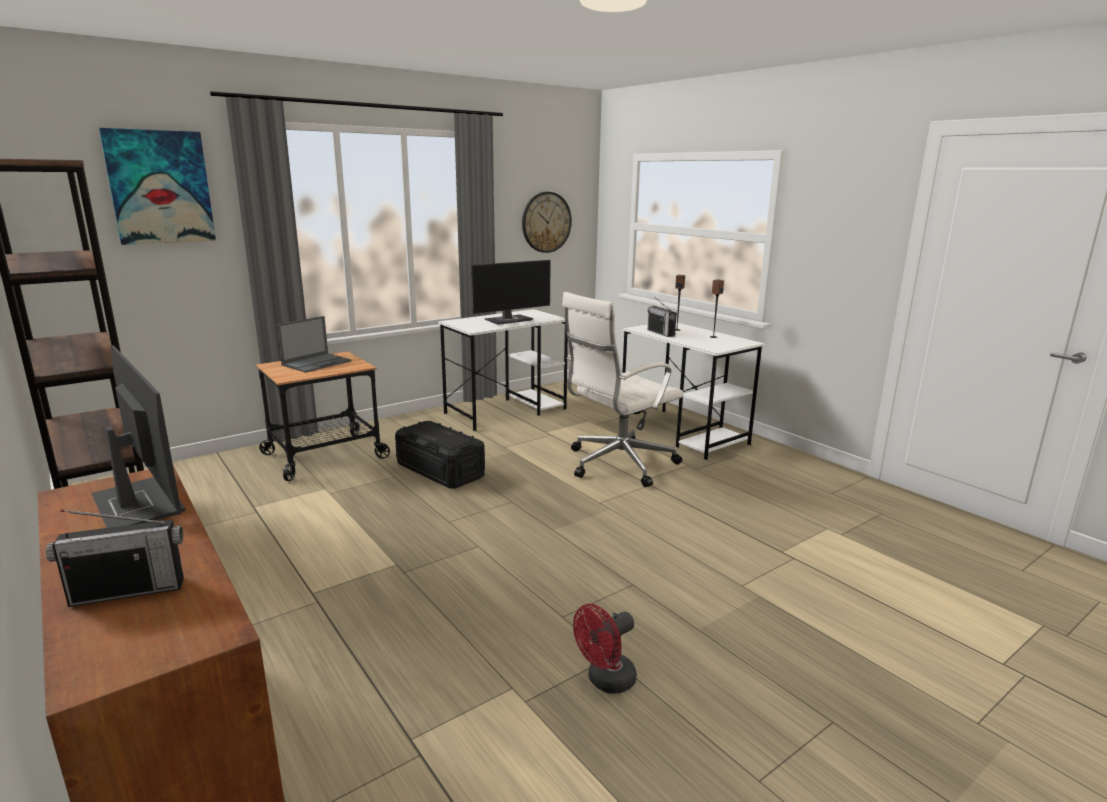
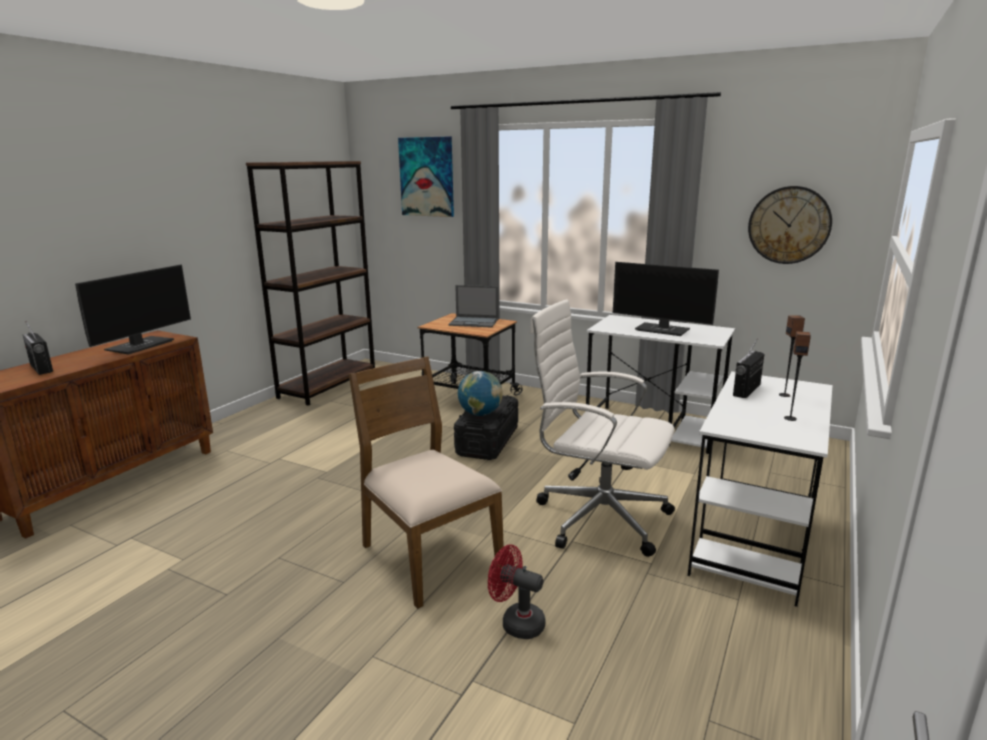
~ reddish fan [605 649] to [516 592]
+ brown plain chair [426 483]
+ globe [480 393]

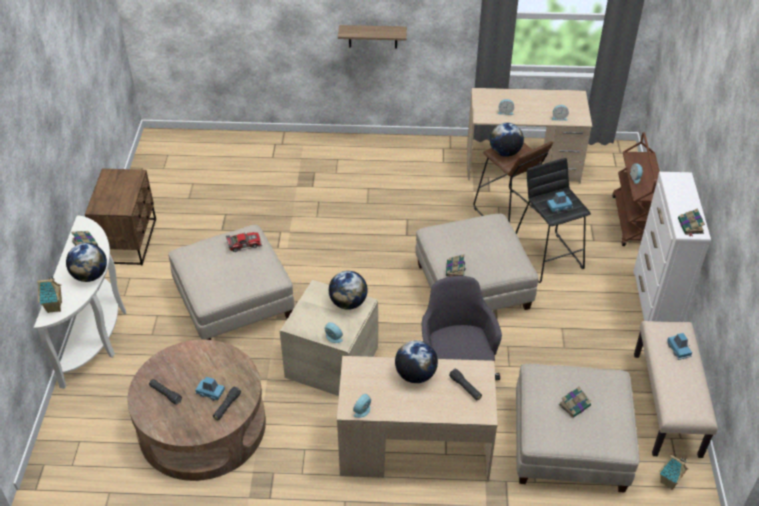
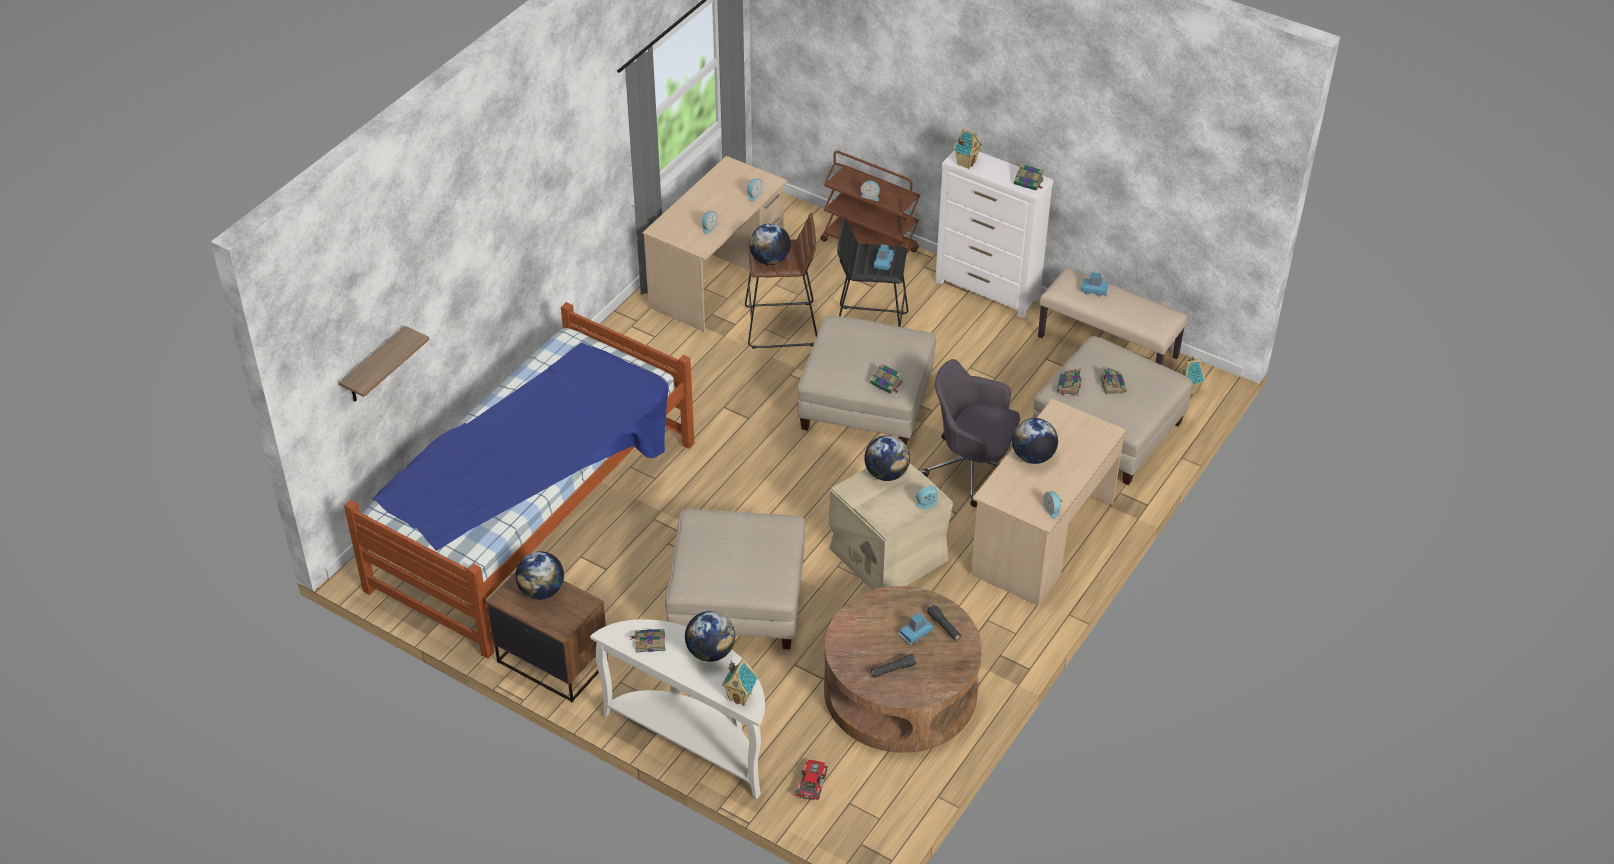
~ shelf [372 37] to [384 364]
~ toy car [244 242] to [811 780]
- black-coloured torch [465 384]
+ miniature house [967 148]
+ sleeping bed [519 480]
+ bound book [1069 382]
+ globe [539 575]

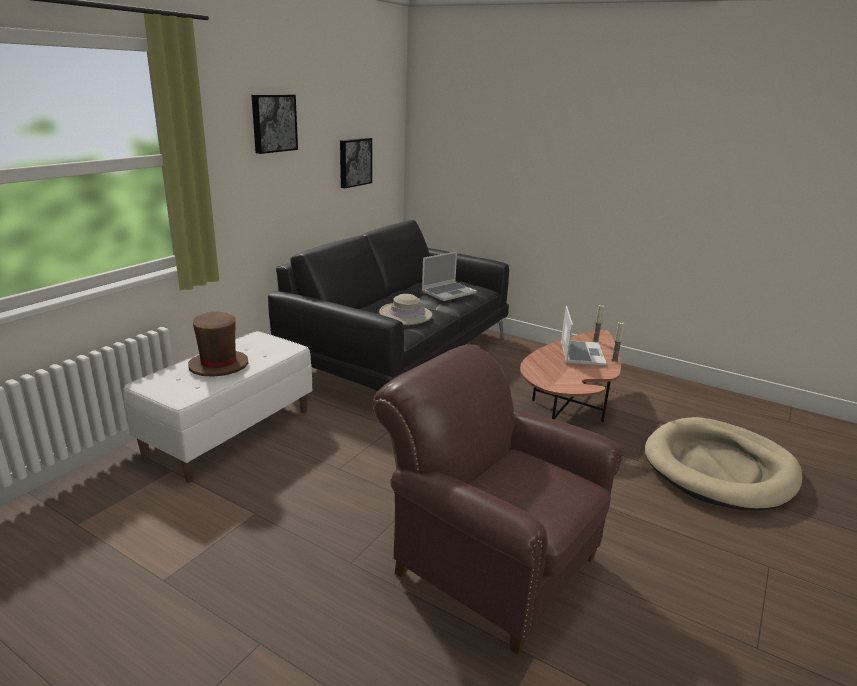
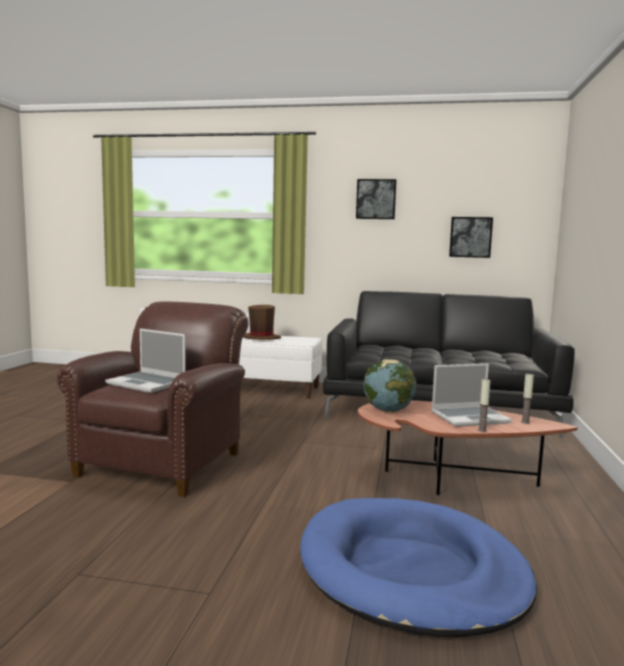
~ laptop [449 276] to [145 360]
- beige wearable hat [405 309]
~ beige dog bed [723 464] to bluish dog bed [418 568]
+ globe [390 385]

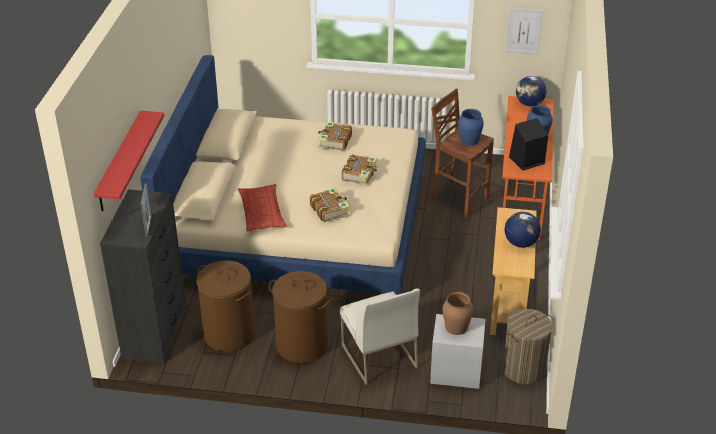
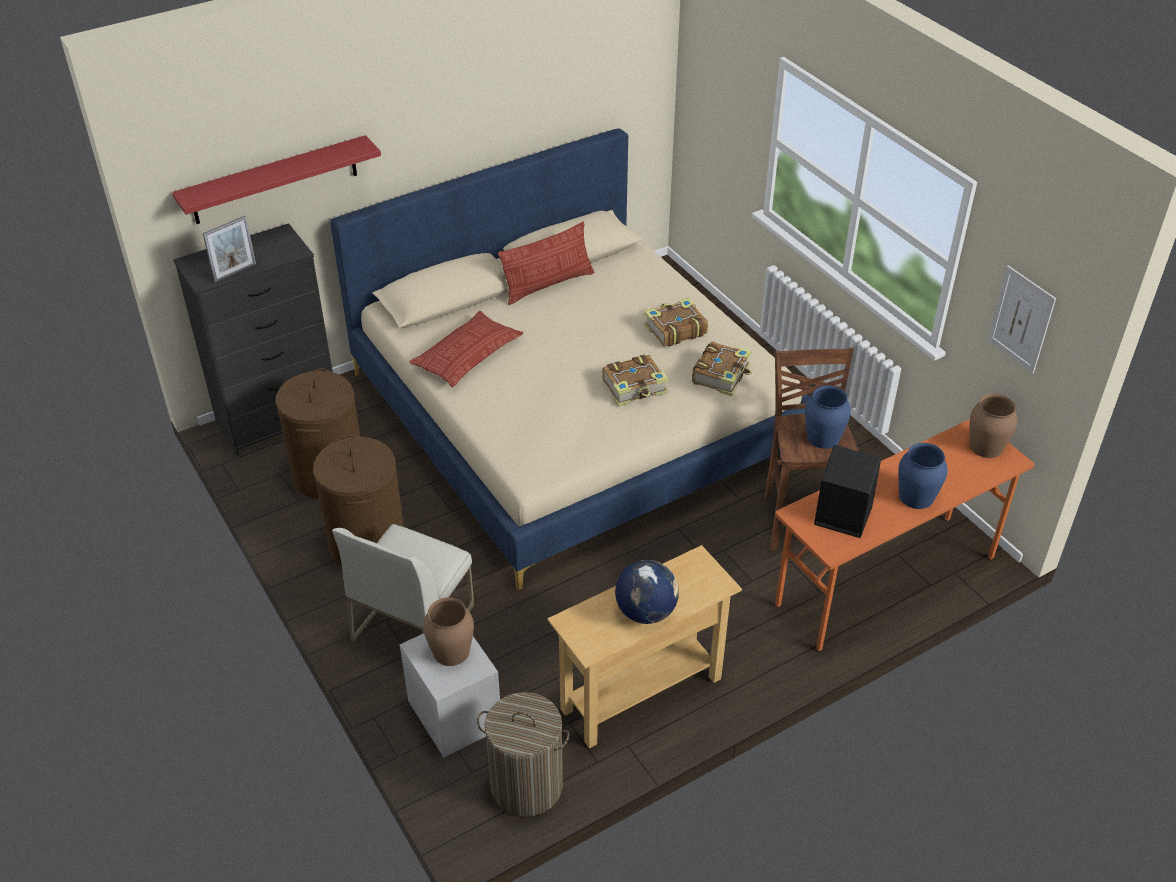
~ globe [531 91] to brown vase [993 426]
~ bound book [329 204] to [722 368]
+ pillow [546 263]

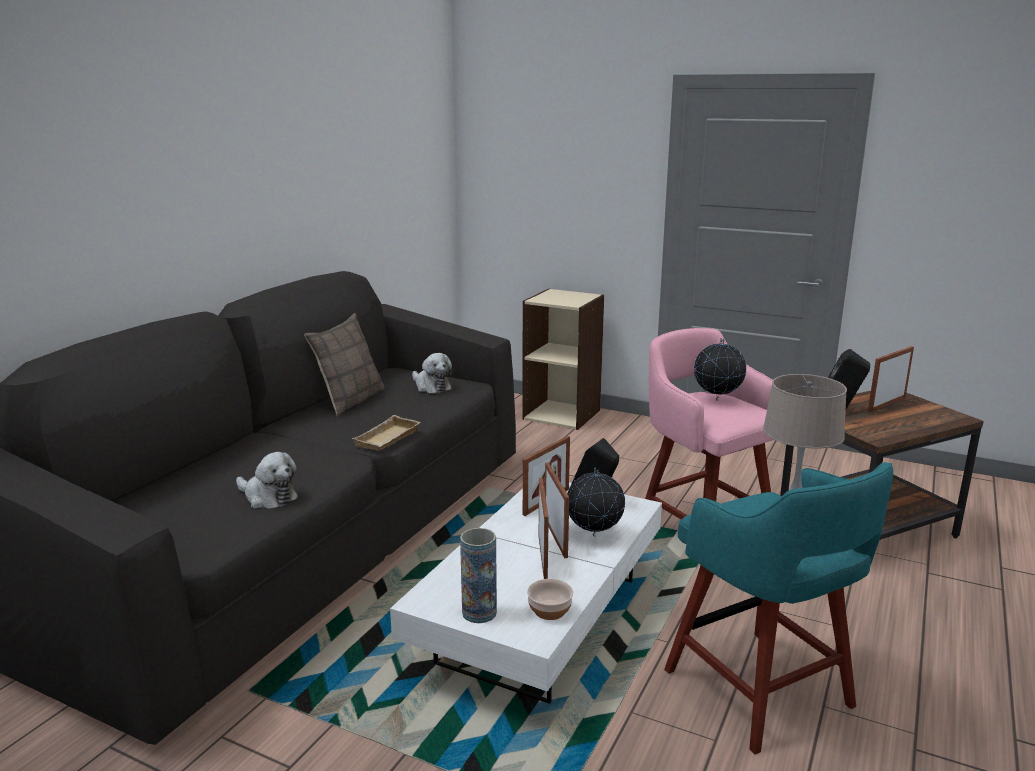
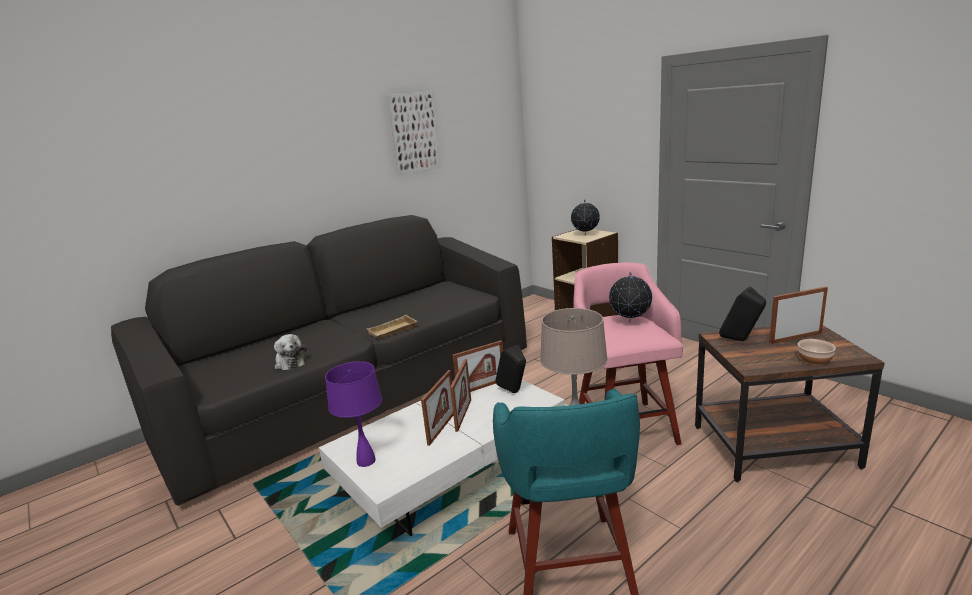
- pillow [344 364]
- soft toy [432 373]
~ globe [596 502] to [585 217]
~ vase [478 575] to purplish table lamp [353 414]
~ deep dish [550 599] to [817 352]
+ wall picture [414 133]

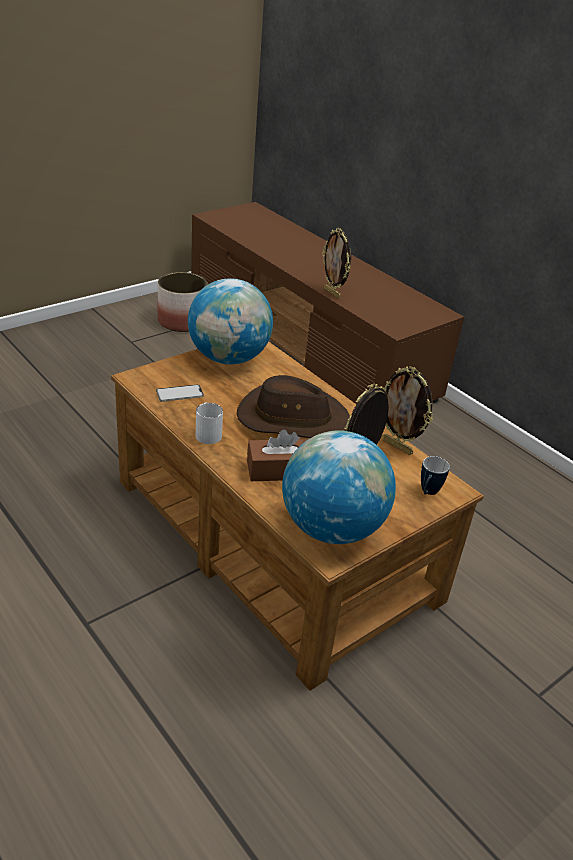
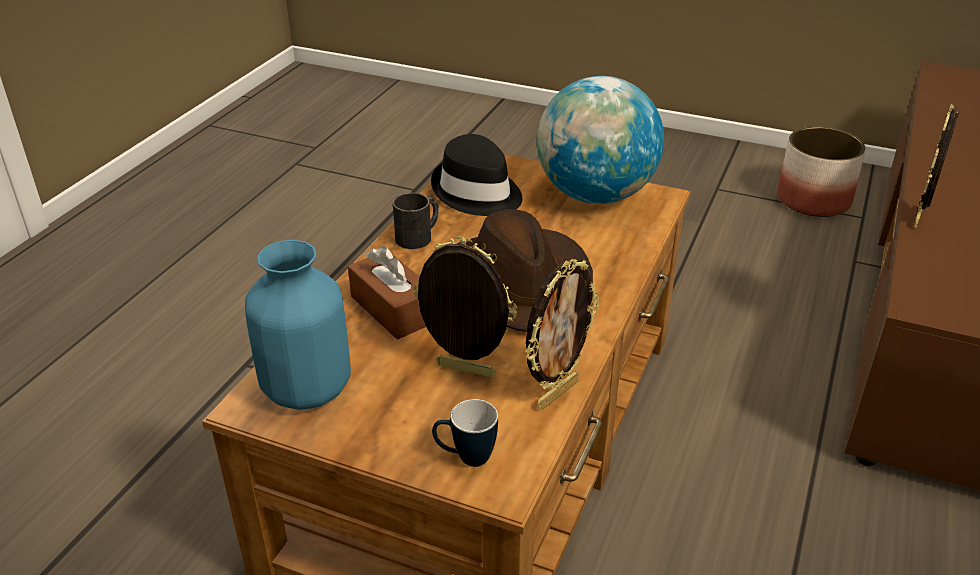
~ picture frame [407 410] = [562 334] 150 degrees counterclockwise
~ phone [180 393] to black-coloured wearable hat [476 175]
~ white coffee mug [209 423] to black-coloured coffee mug [416 221]
~ globe [339 487] to bluish vase [298 325]

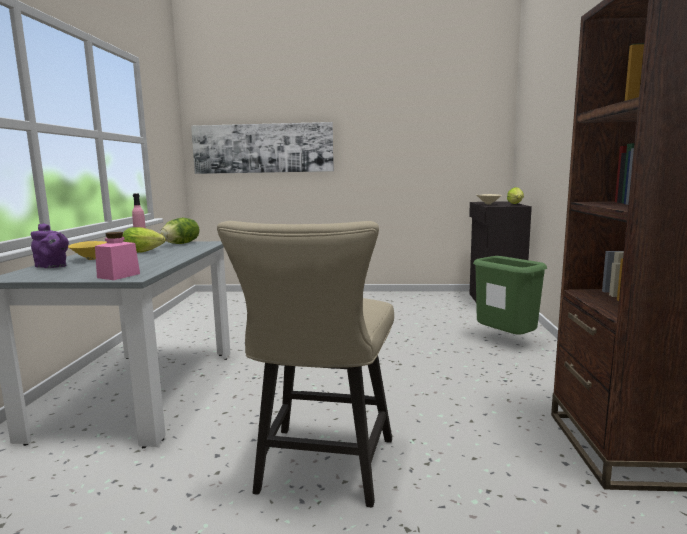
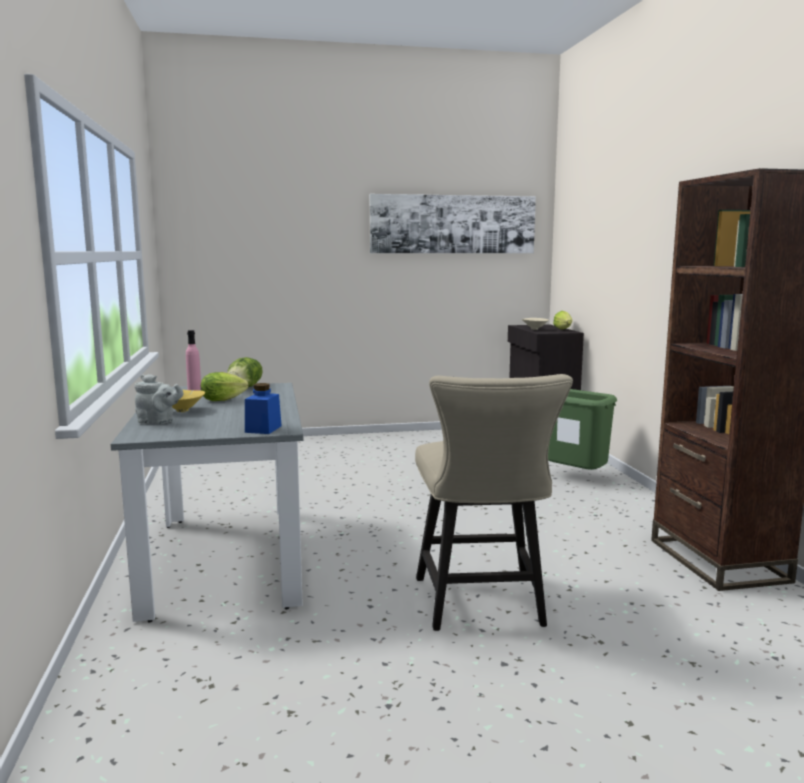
~ wall picture [262 148] to [453 223]
~ purplish tea pot [50 245] to greyish tea pot [159 399]
~ pink jar [117 256] to bluish jar [263 408]

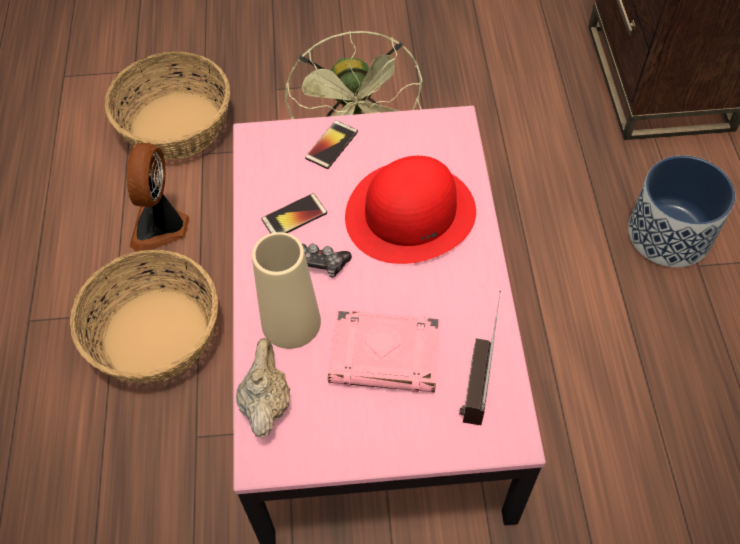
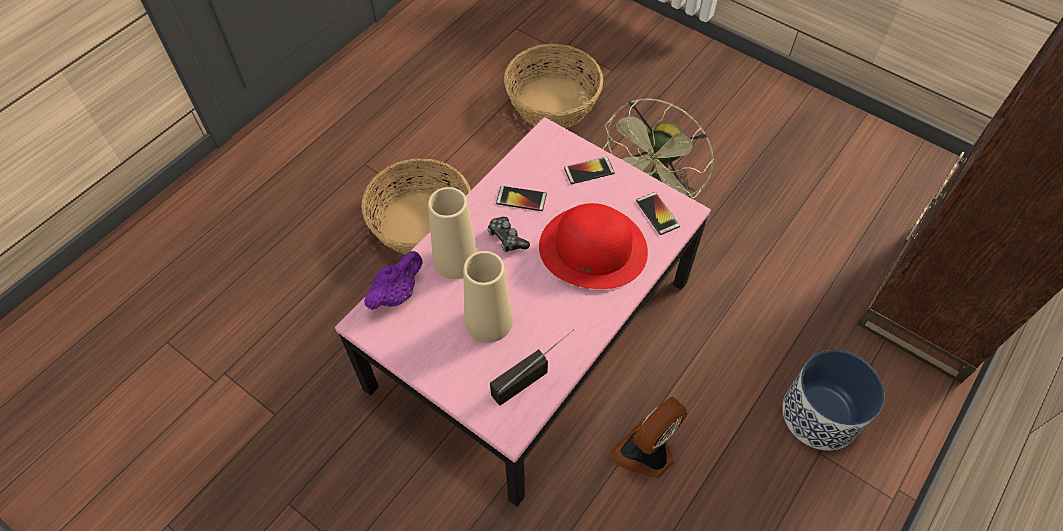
~ fan [158 197] to [648 438]
~ pink bound book [384 351] to beige vase [488 297]
~ beige tea pot [263 388] to purplish tea pot [393 280]
+ phone [658 213]

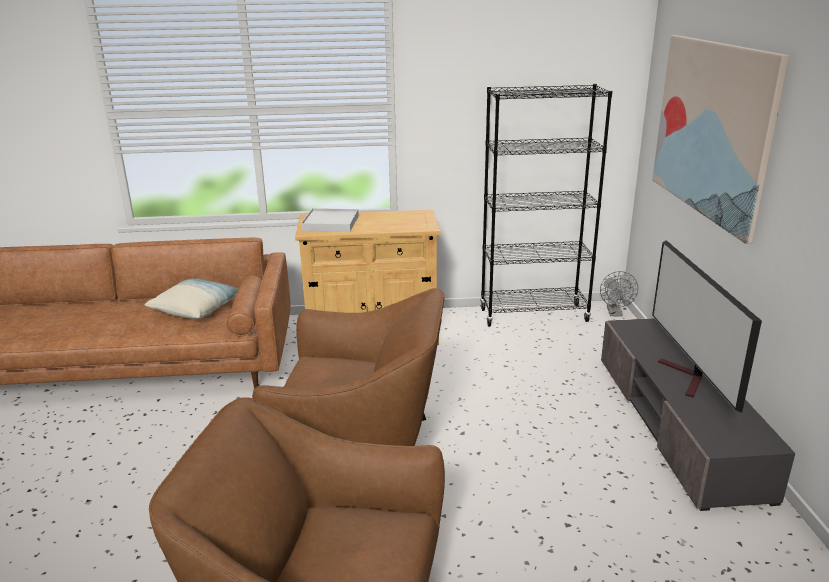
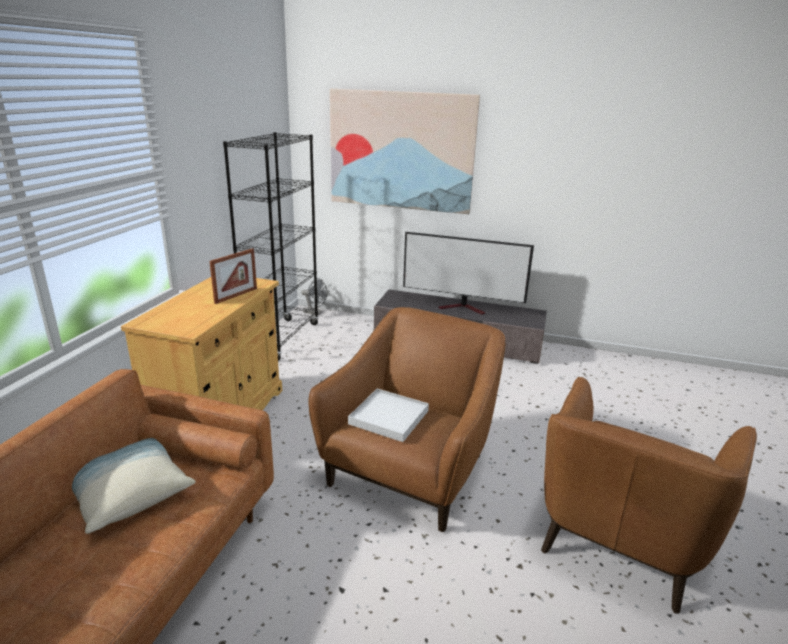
~ white carrying tray [330 220] to [388 415]
+ picture frame [233 276]

